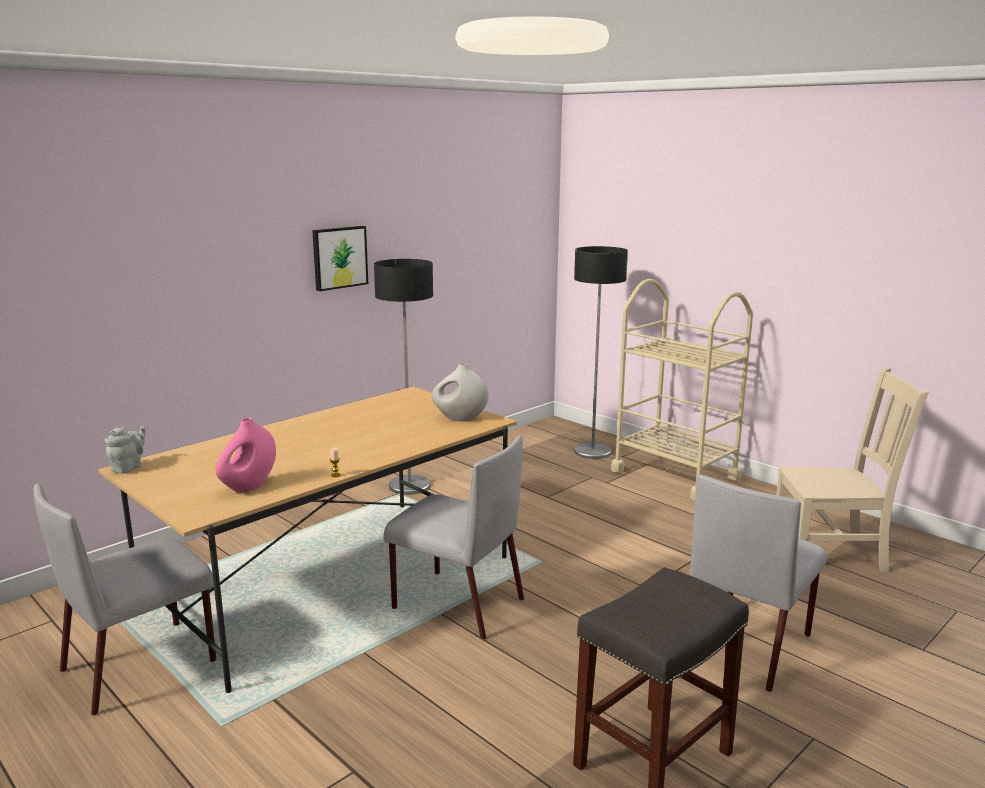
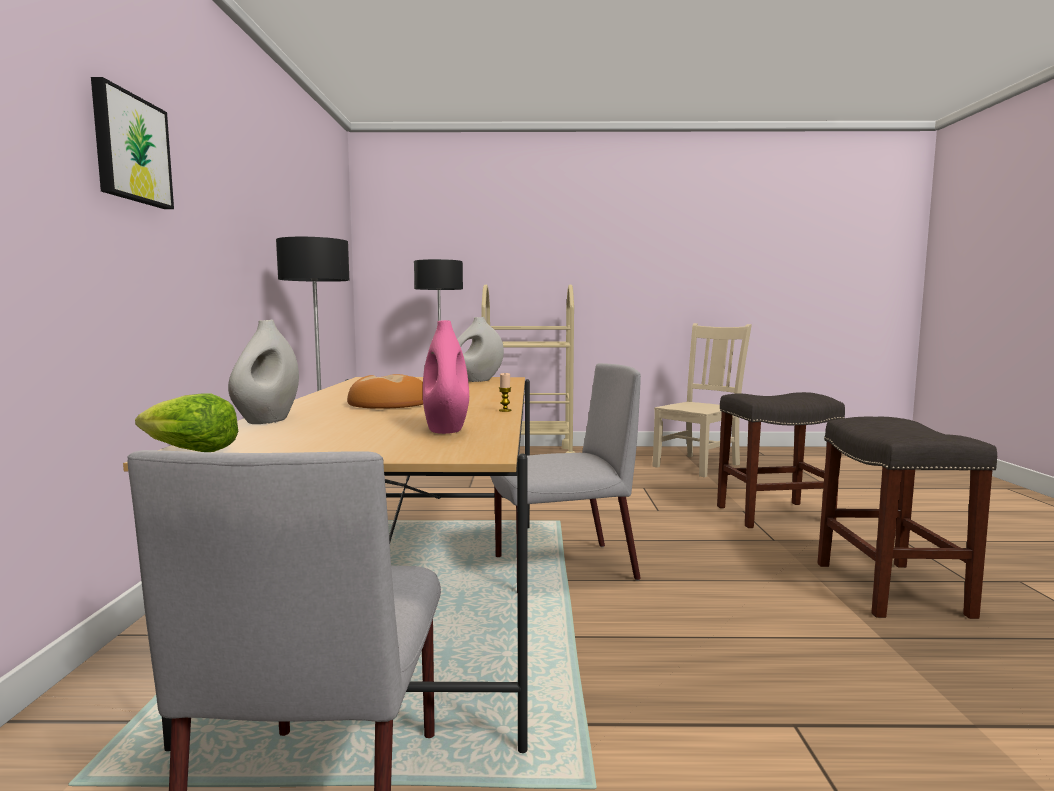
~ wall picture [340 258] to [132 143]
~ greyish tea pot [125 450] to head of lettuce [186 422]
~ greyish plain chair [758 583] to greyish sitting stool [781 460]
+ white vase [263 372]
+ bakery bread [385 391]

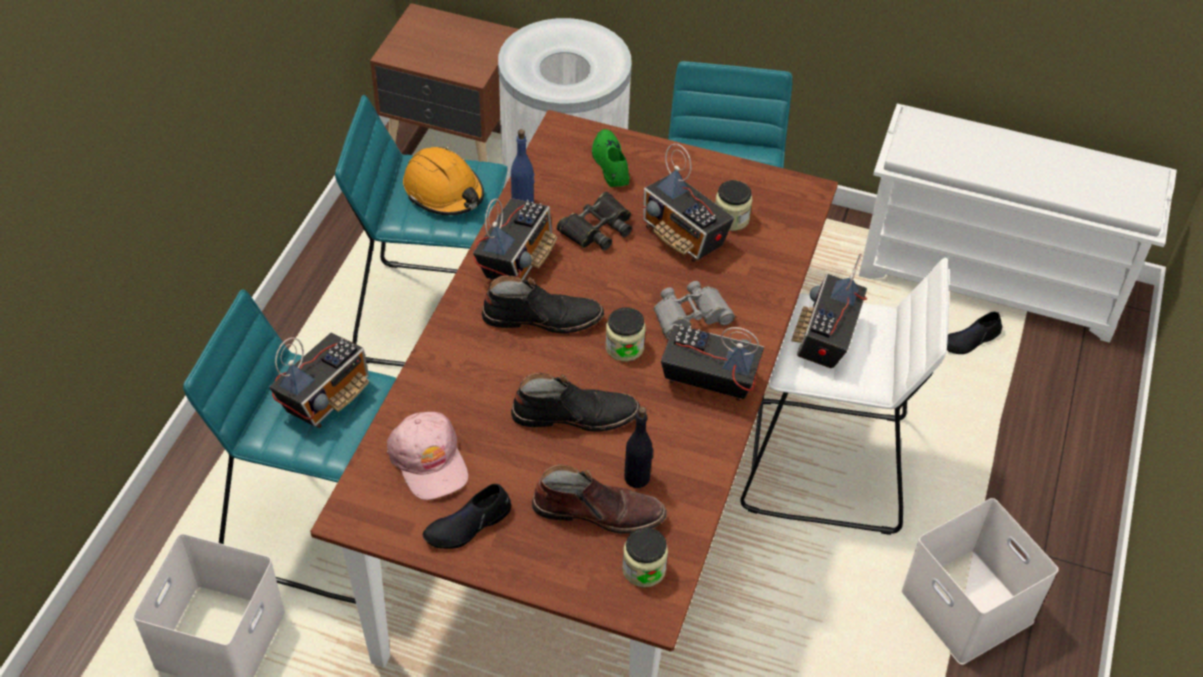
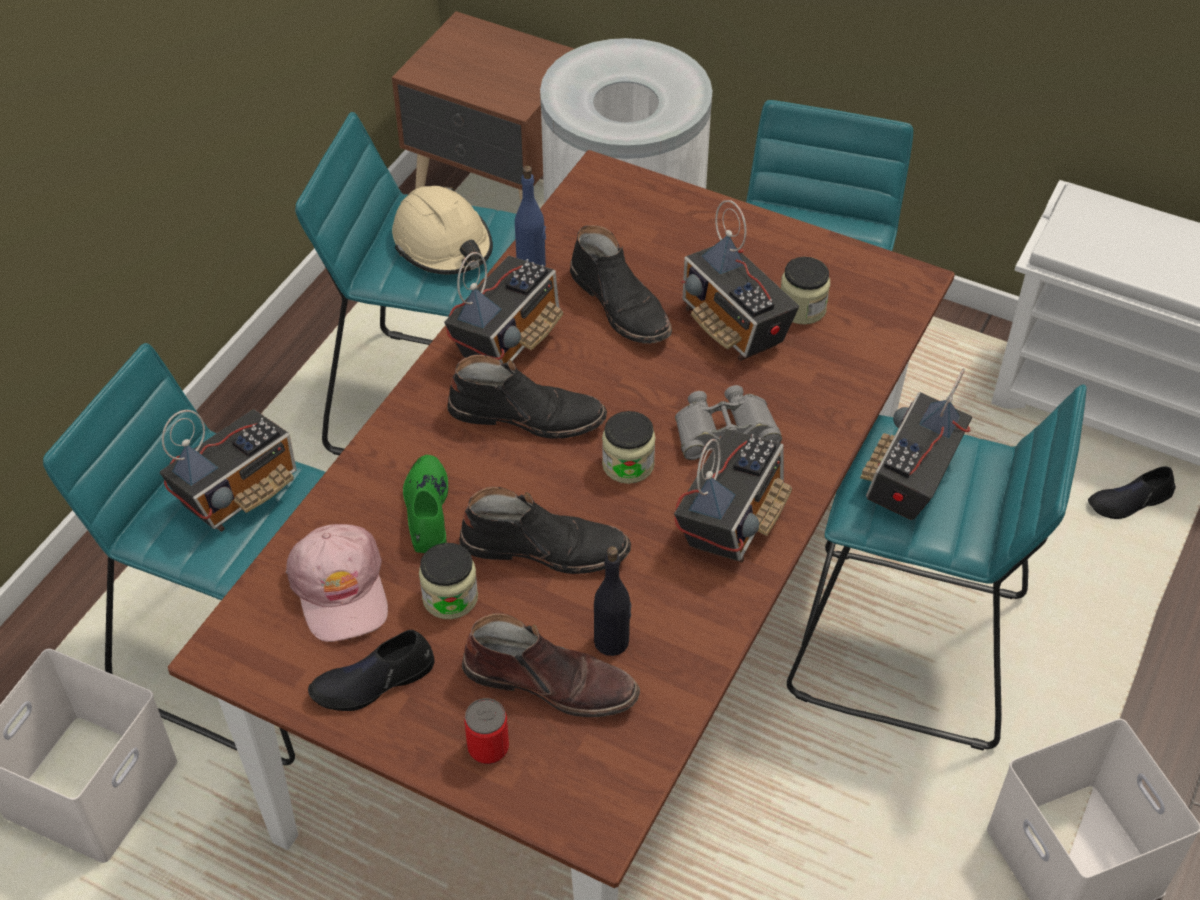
~ green-coloured low shoe [610 158] to [425 504]
~ orange safety helmet [443 181] to beige safety helmet [442 230]
~ black-coloured pair of binoculars [594 221] to black-coloured boot [621 284]
~ white sitting stool [845 396] to blue-green sitting stool [937 567]
~ radio set [712 362] = [733 495] 90 degrees clockwise
~ jar [645 557] to [448 581]
+ metal can [486 731]

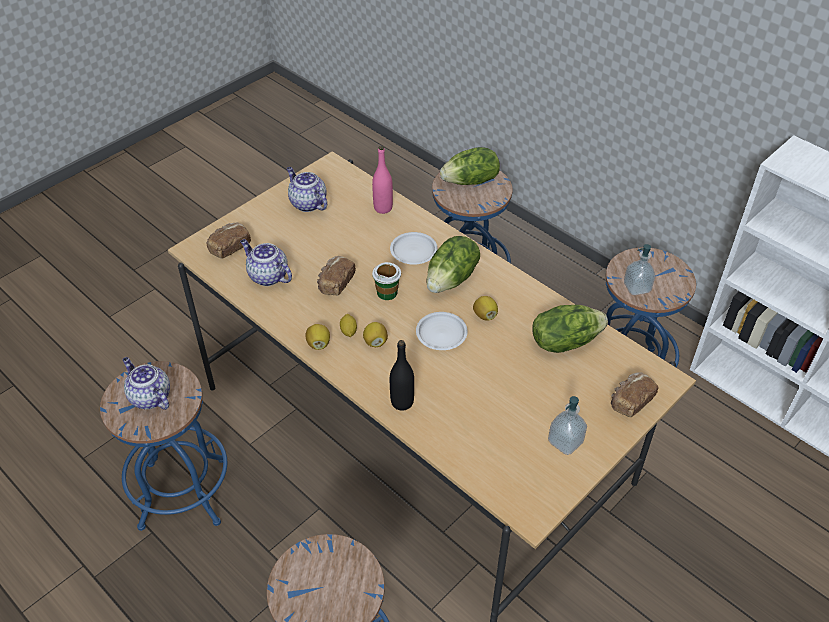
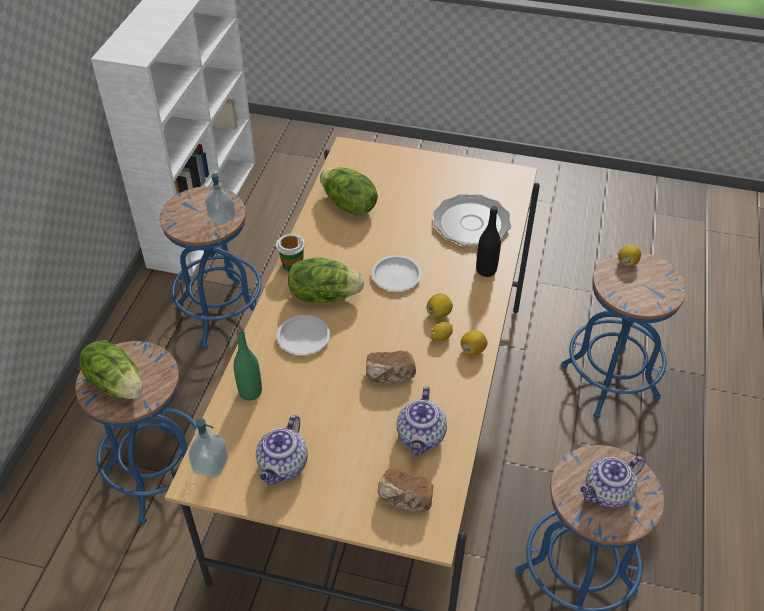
~ pink drink bottle [382 180] to green-coloured drink bottle [247 364]
~ cup [386 281] to [290 253]
~ whole lemon [485 308] to [629 256]
~ tea pot [146 383] = [612 482] 45 degrees clockwise
- bakery bread [635 394]
~ soap dispenser [567 425] to [208 448]
+ plate [472 220]

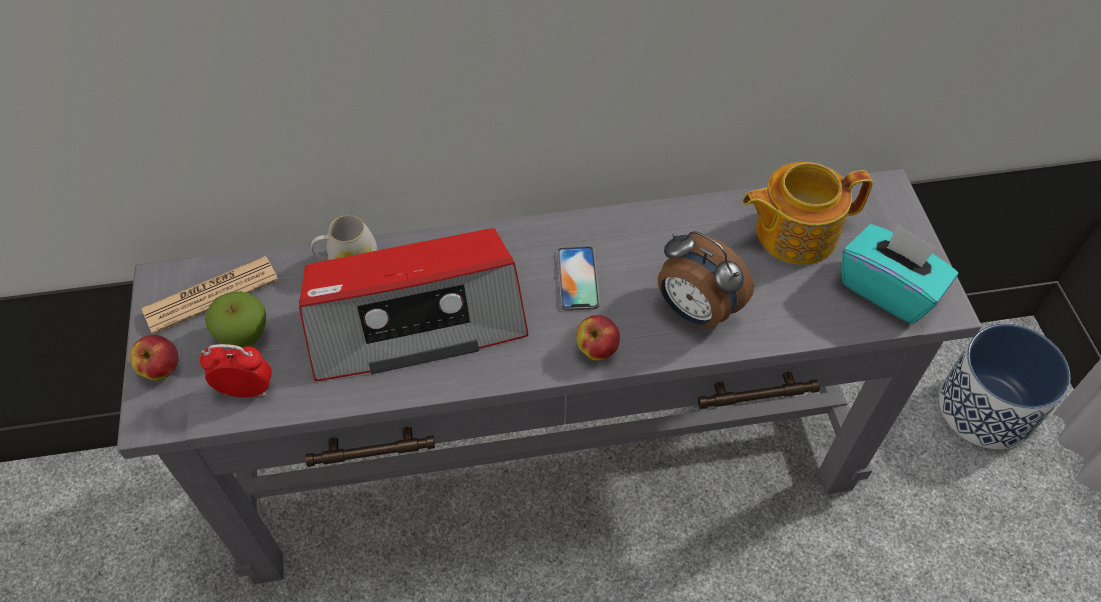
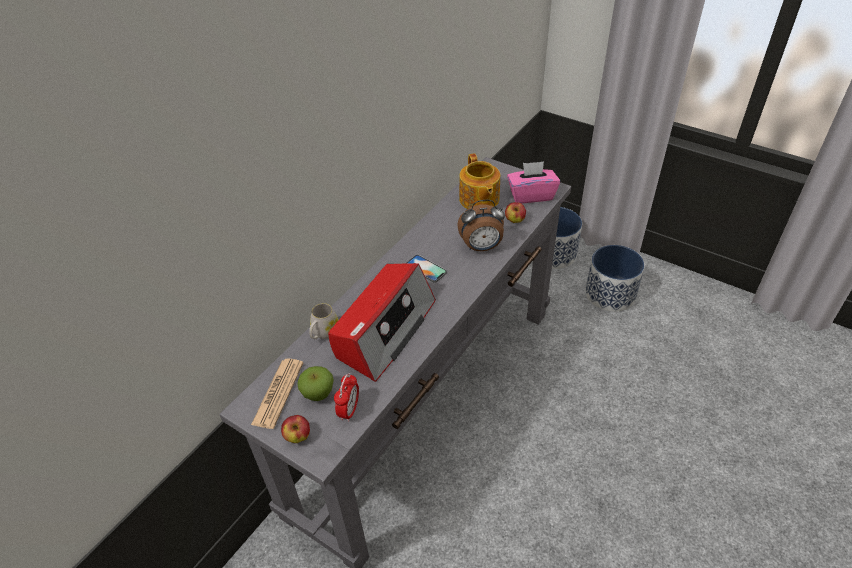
~ tea pot [807 213] = [479 181] 45 degrees counterclockwise
~ blue-green box of tissues [900 273] to pink box of tissues [533 183]
~ apple fruit [598 338] to [515 212]
~ bedside clock [236 370] = [346 397] 150 degrees clockwise
+ flower pot [615 278]

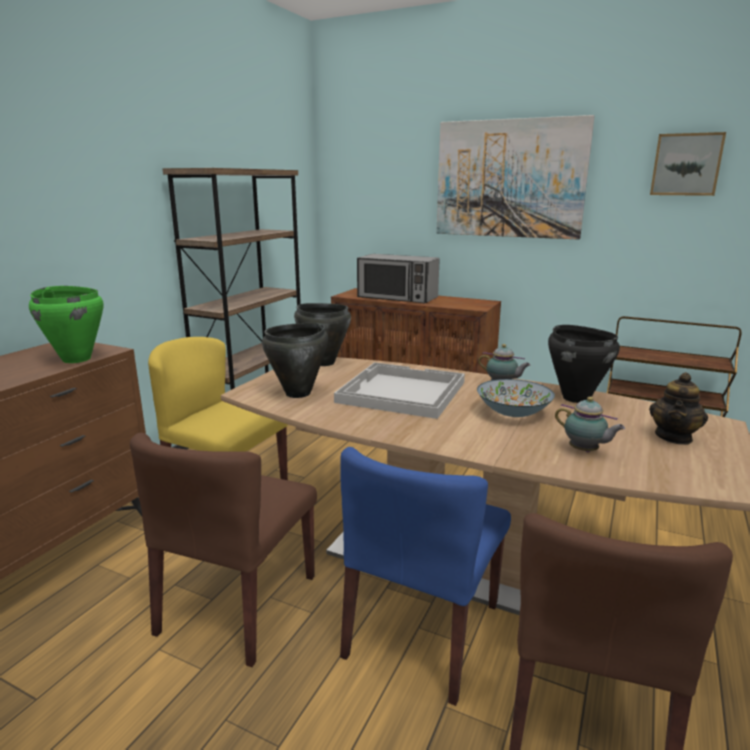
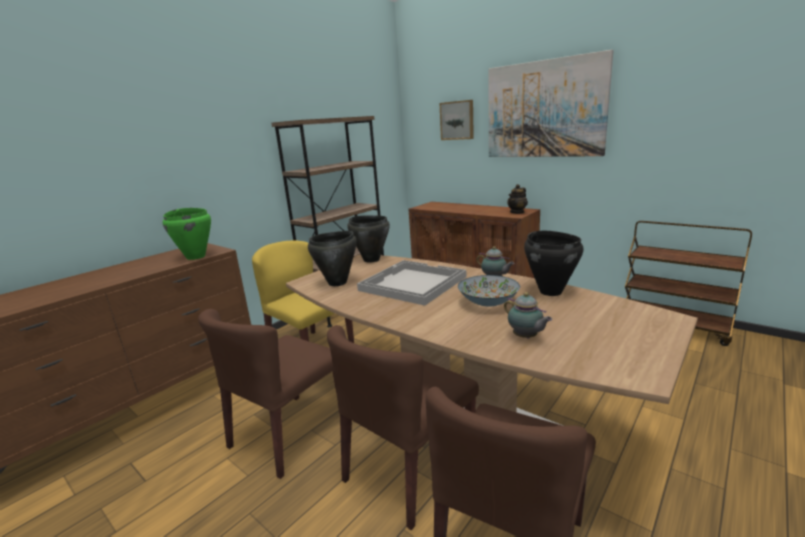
~ wall picture [688 164] to [457 120]
- kitchen microwave [398 279]
~ tea pot [678 408] to [517 199]
~ bluish plain chair [425 576] to brown plain chair [403 427]

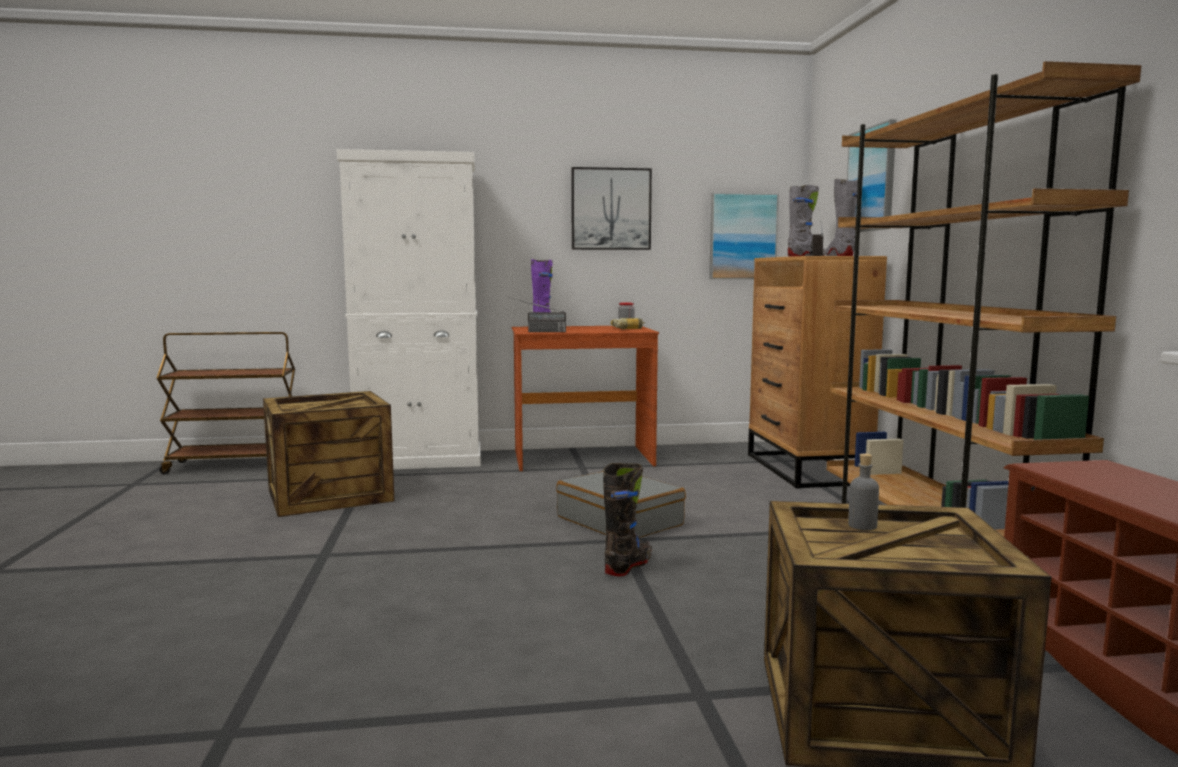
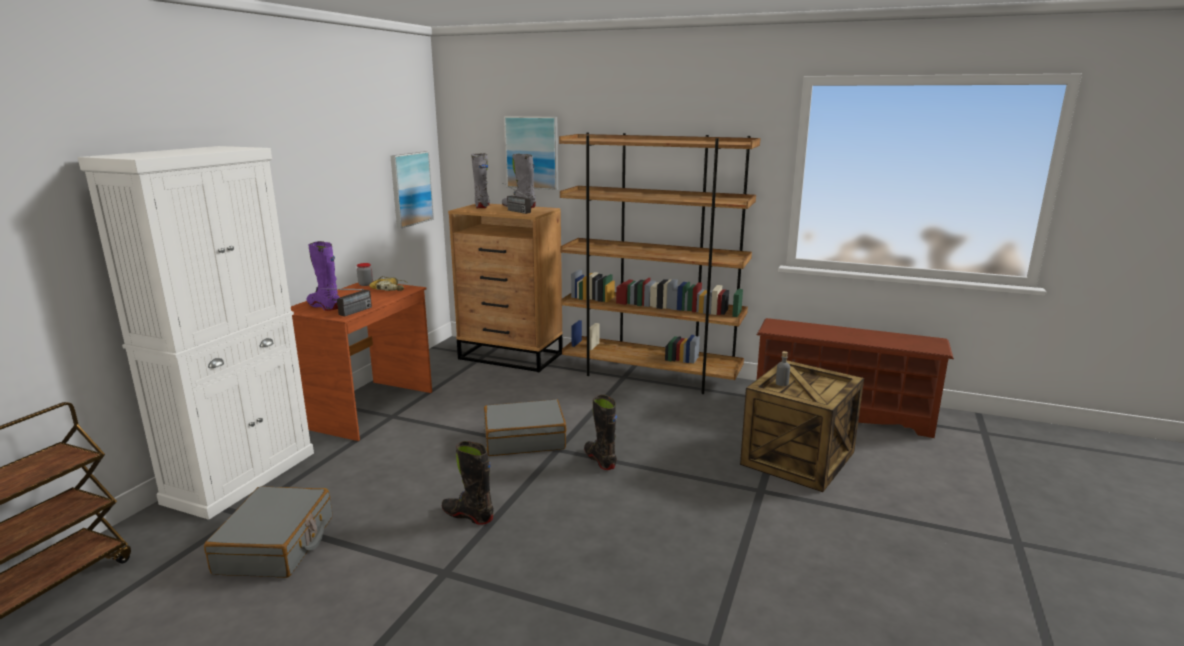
- wall picture [611 208]
~ packing crate [328 454] to greyish piece of luggage [268 532]
+ black-coloured boot [468 483]

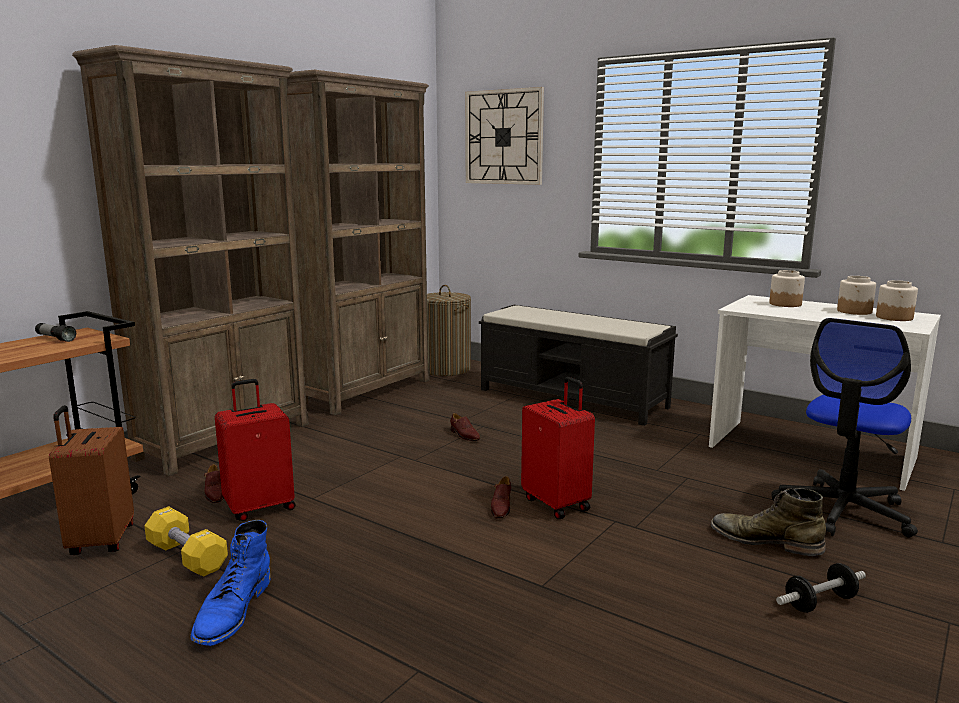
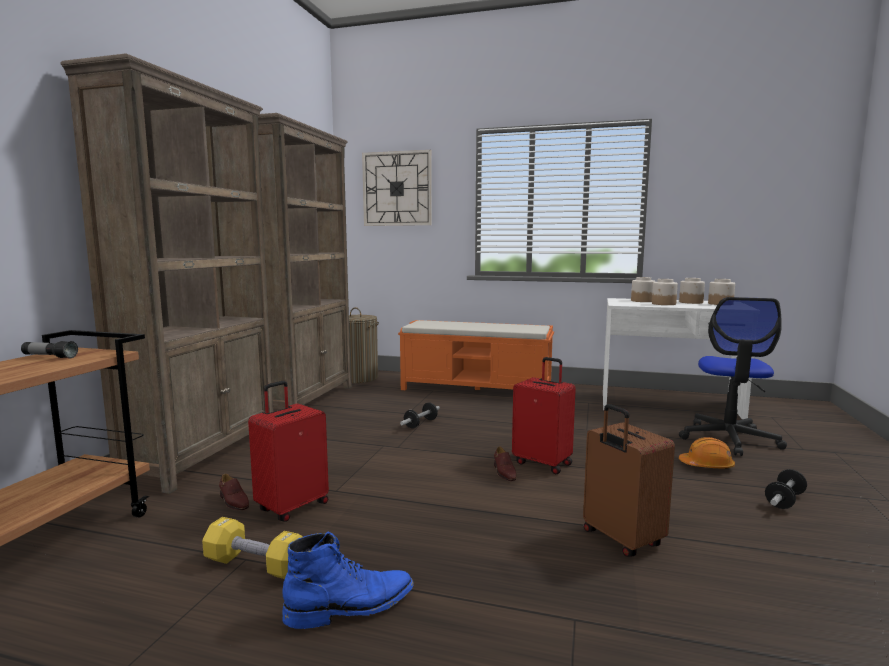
~ black-coloured indoor bench [578 365] to orange indoor bench [476 355]
~ brown piece of luggage [91 480] to [629 480]
~ brown low shoe [465 427] to hand weight [420 415]
~ green-coloured boot [768 522] to orange safety helmet [707 453]
~ bluish boot [231 583] = [348 580] 105 degrees counterclockwise
+ jar [665 292]

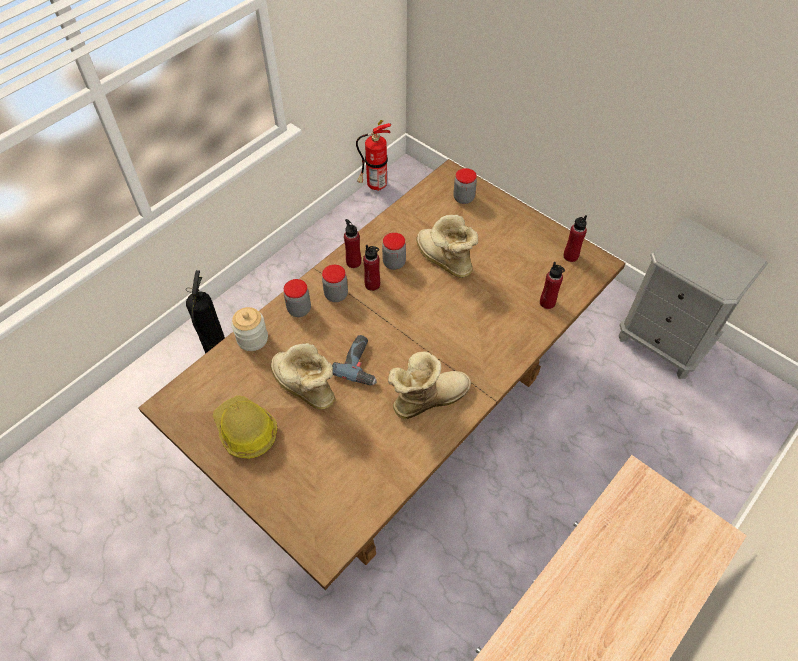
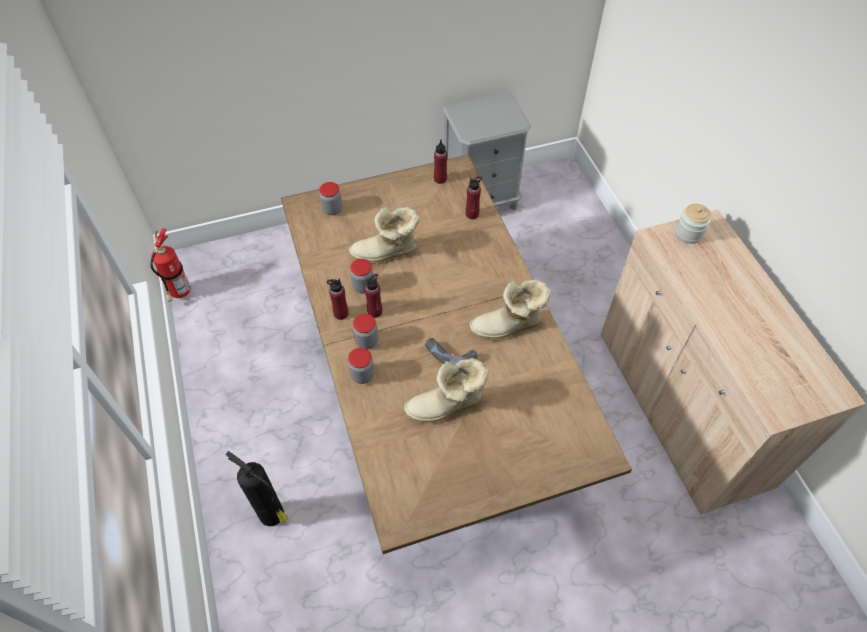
~ jar [249 329] to [693 224]
~ boot [429 385] = [510 309] 105 degrees counterclockwise
- safety helmet [245 427]

